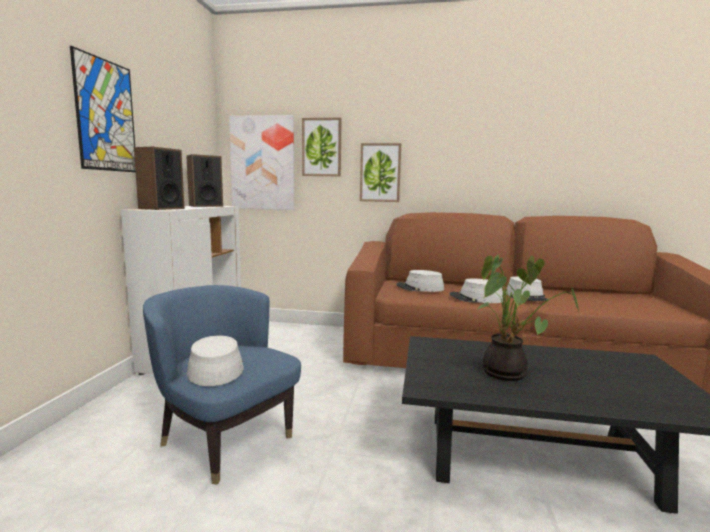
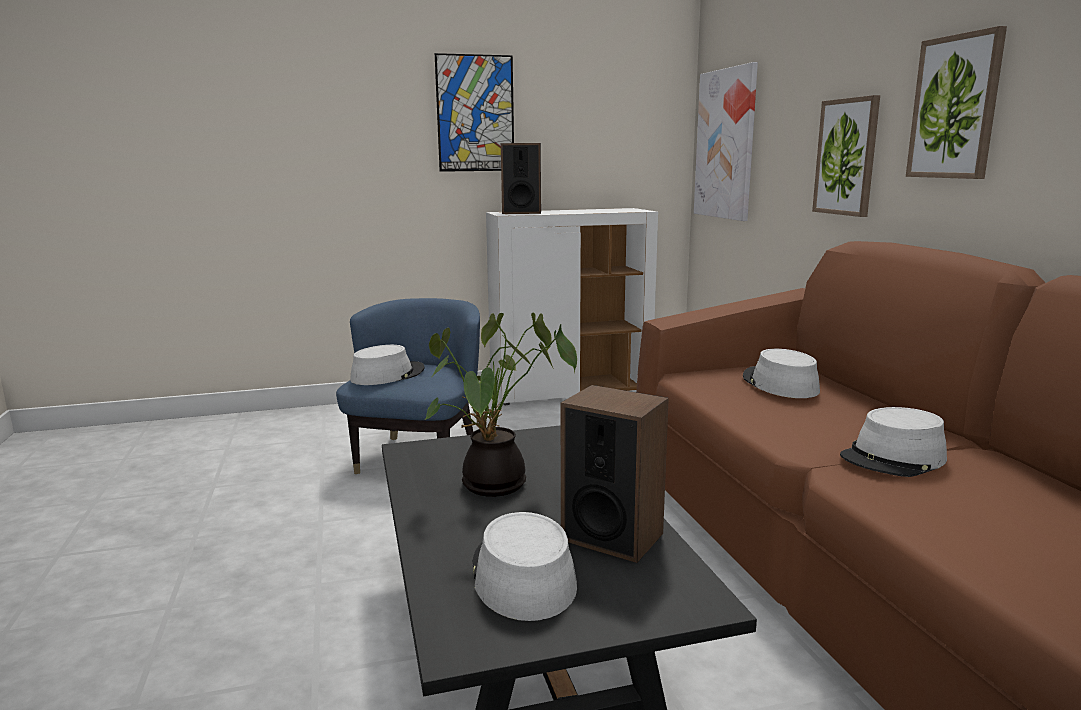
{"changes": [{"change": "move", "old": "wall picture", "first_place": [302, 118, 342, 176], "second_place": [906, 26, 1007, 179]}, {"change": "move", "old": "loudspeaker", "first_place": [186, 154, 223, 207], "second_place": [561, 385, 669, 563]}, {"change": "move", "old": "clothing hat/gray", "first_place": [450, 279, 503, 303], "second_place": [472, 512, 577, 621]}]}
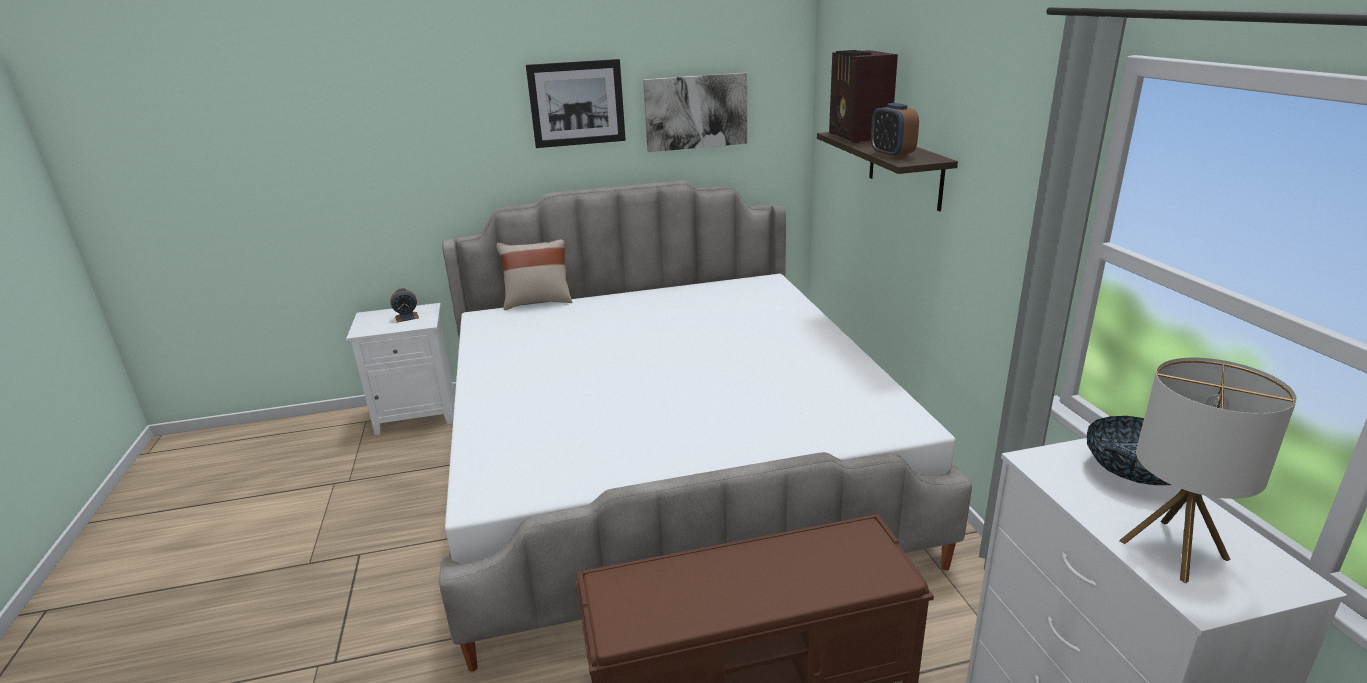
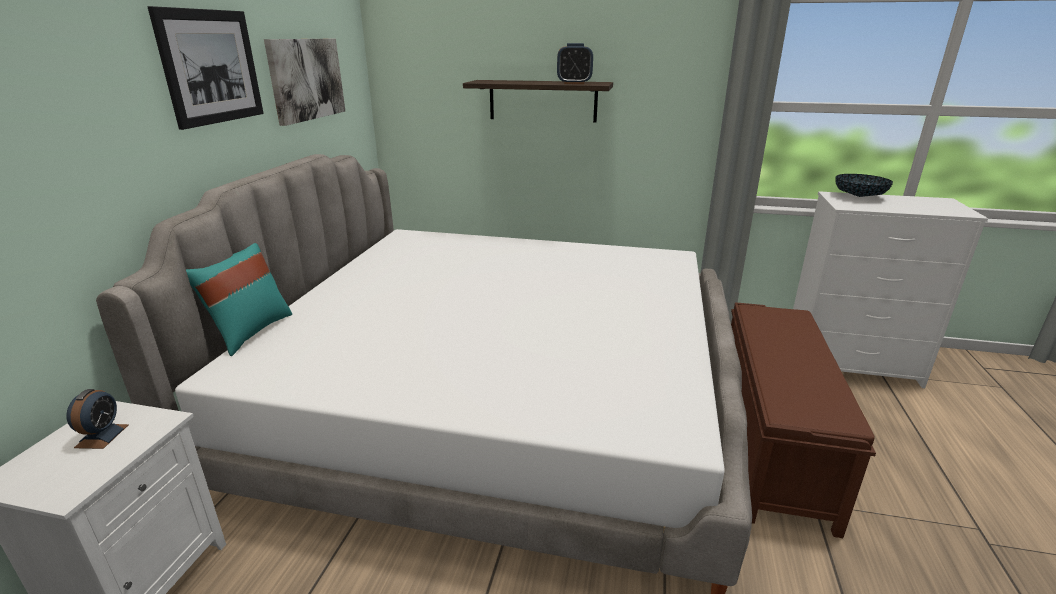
{"changes": [{"change": "delete", "old": "radio", "first_place": [829, 50, 898, 143]}, {"change": "recolor", "old": "cushion/sand-coloured", "new": "cushion/turquoise-coloured", "first_place": [496, 240, 572, 310], "second_place": [186, 243, 292, 356]}, {"change": "delete", "old": "table lamp", "first_place": [1119, 357, 1297, 583]}]}
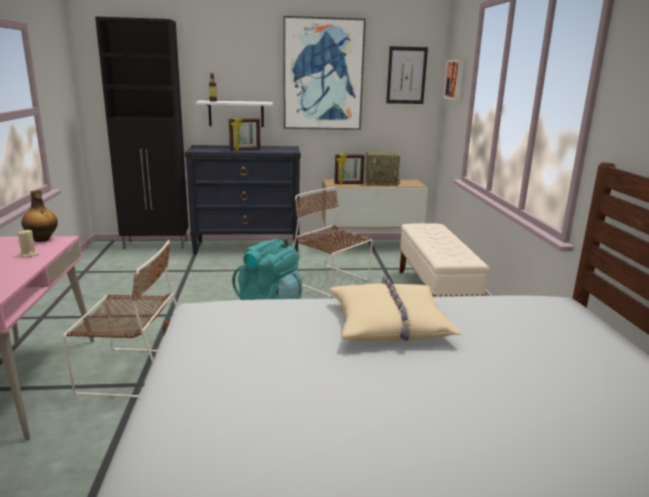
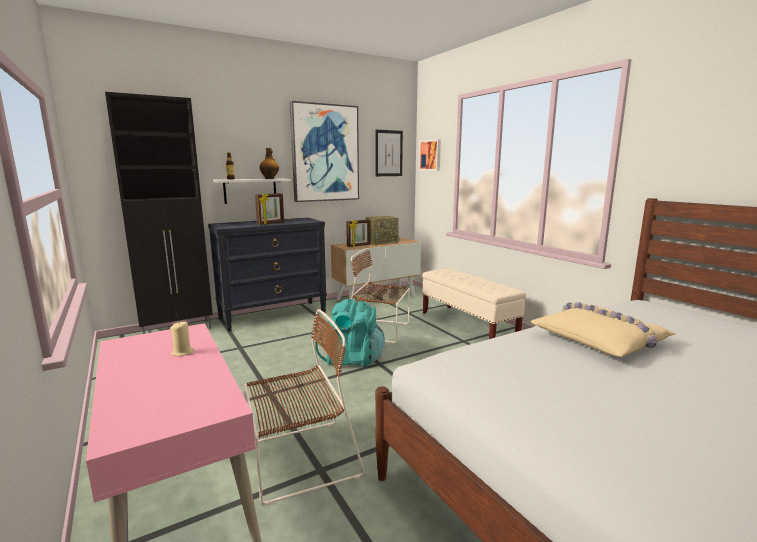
{"changes": [{"change": "move", "old": "beverage bottle", "first_place": [22, 190, 58, 242], "second_place": [260, 148, 279, 179]}]}
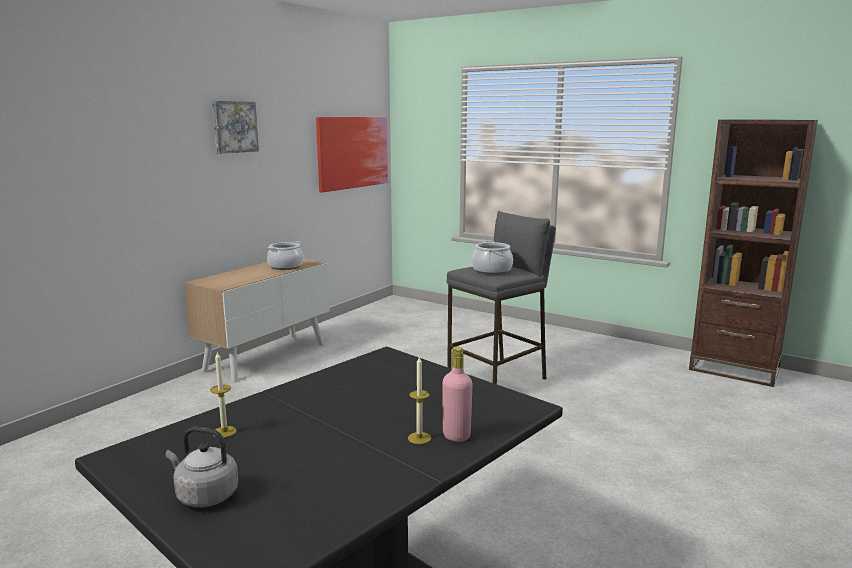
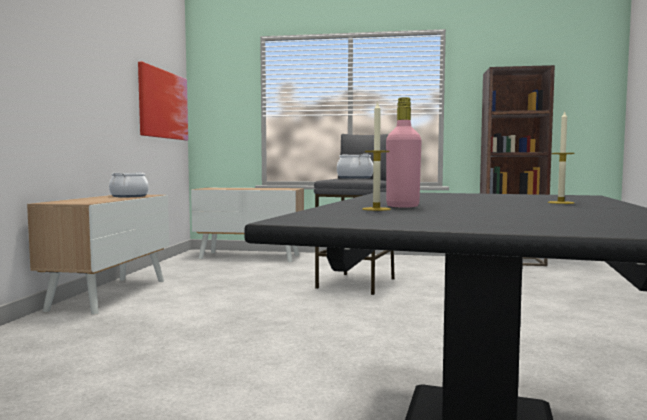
{"changes": [{"change": "delete", "old": "wall picture", "first_place": [212, 101, 259, 154]}, {"change": "move", "old": "beverage bottle/pink-coloured", "first_place": [442, 347, 473, 442], "second_place": [386, 97, 421, 207]}, {"change": "delete", "old": "tea kettle/gray", "first_place": [166, 427, 238, 507]}, {"change": "insert", "new": "cupboard", "second_place": [191, 188, 304, 262]}]}
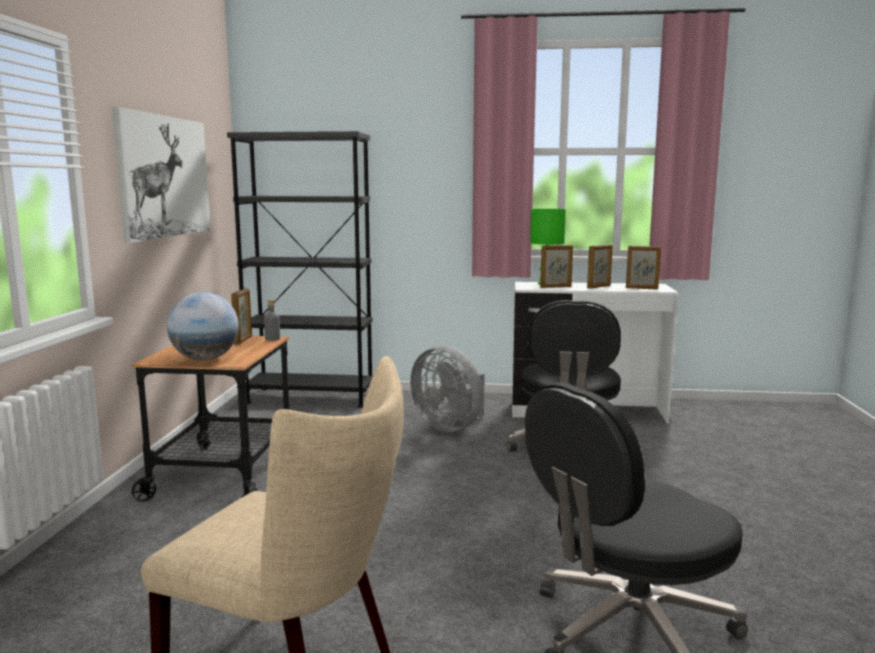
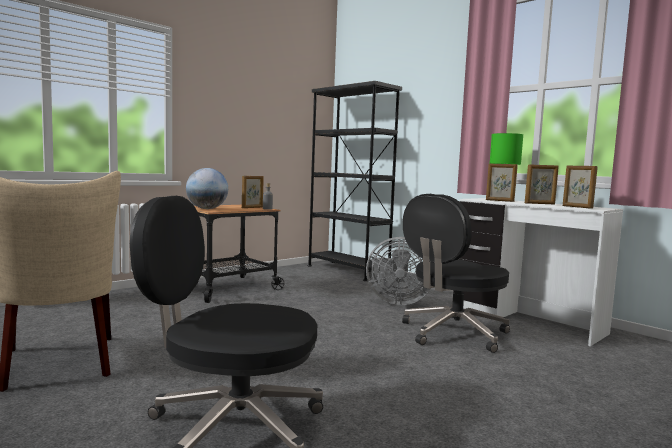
{"changes": [{"change": "delete", "old": "wall picture", "first_place": [112, 107, 211, 243]}, {"change": "rotate", "old": "electric fan/gray", "first_place": [410, 346, 485, 432], "second_place": [366, 237, 431, 305], "degrees": -75}]}
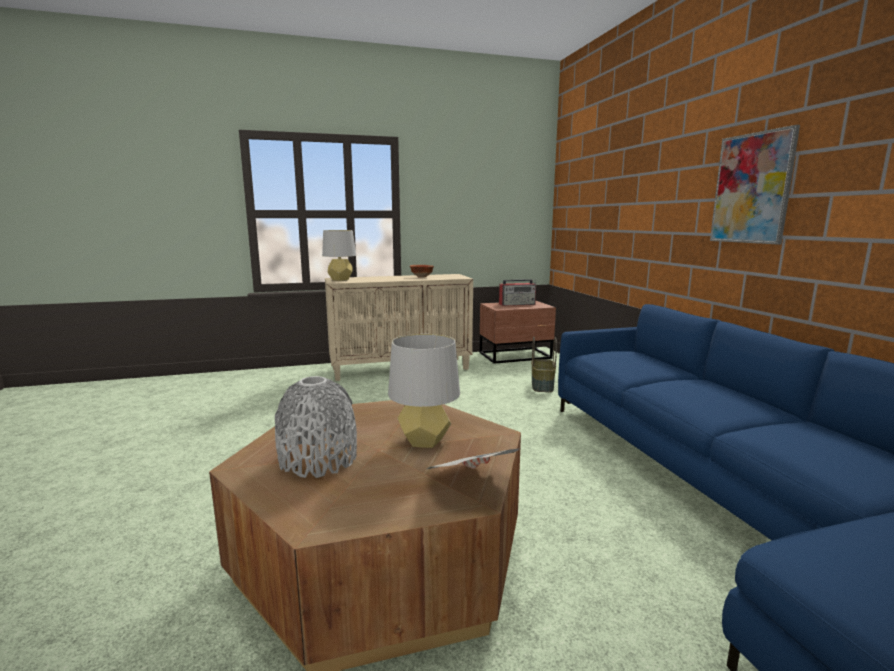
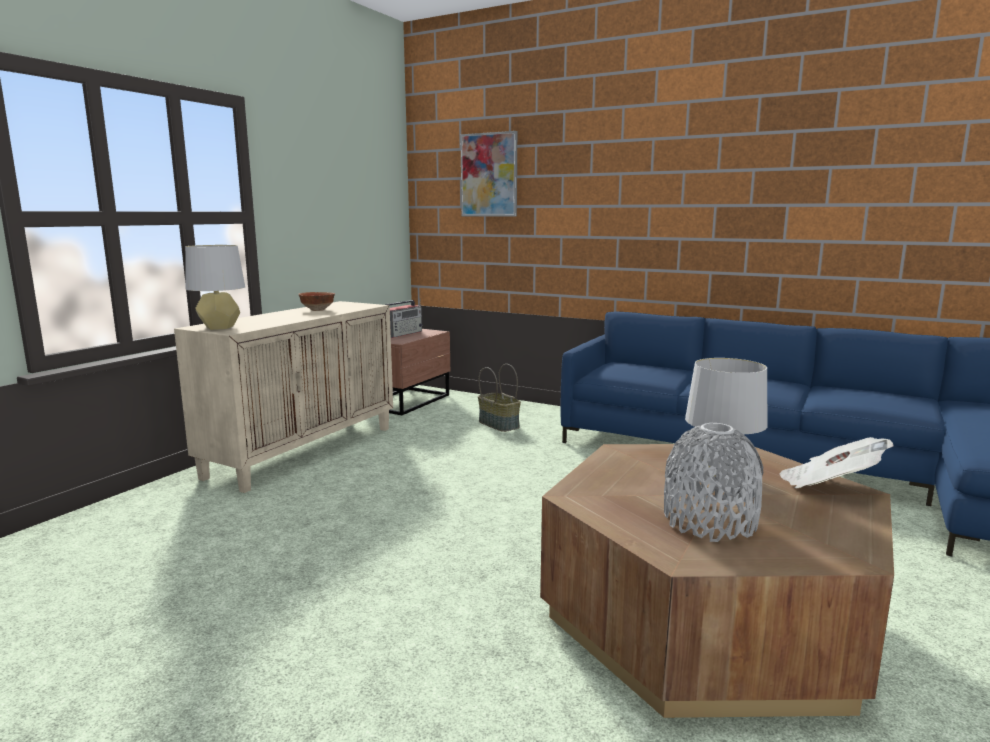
{"changes": [{"change": "move", "old": "wall picture", "first_place": [710, 125, 800, 244], "second_place": [461, 131, 517, 217]}]}
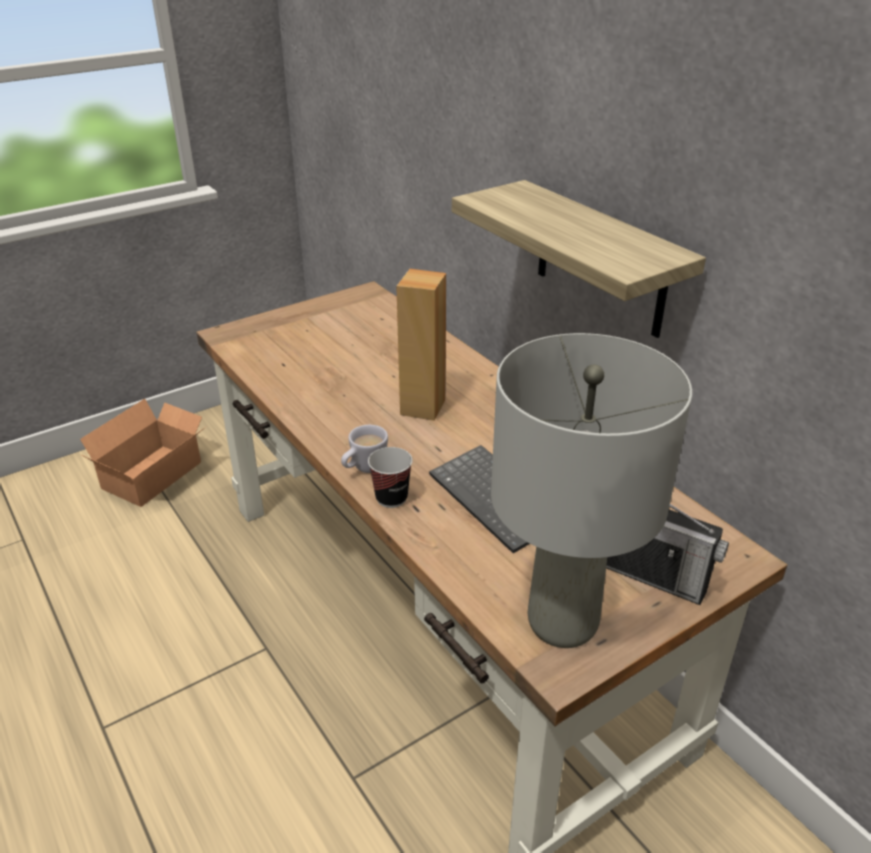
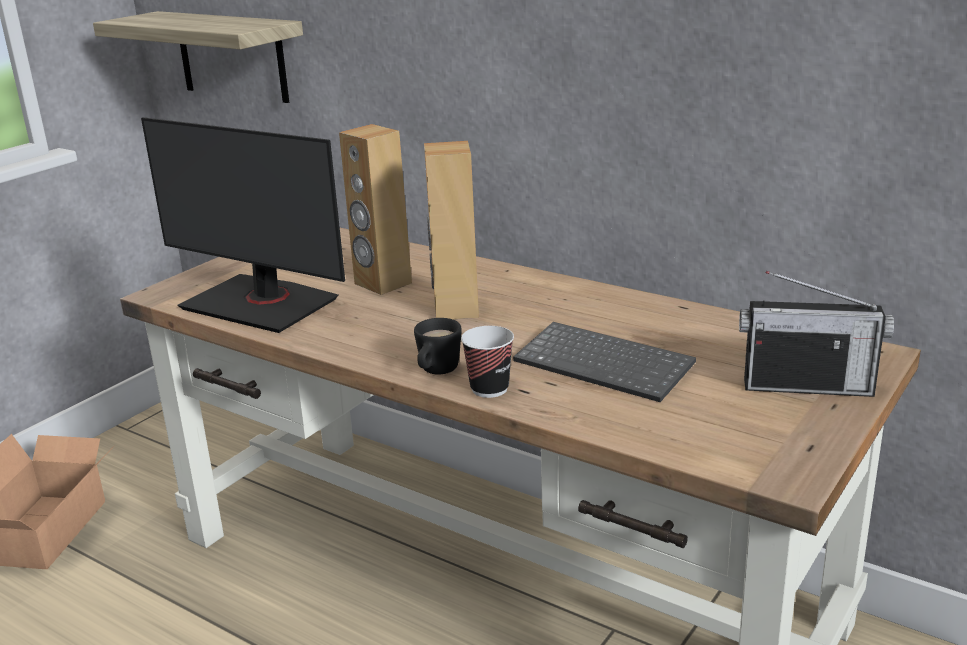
{"changes": [{"change": "move", "old": "shelf", "first_place": [452, 180, 706, 338], "second_place": [93, 11, 303, 103]}, {"change": "delete", "old": "table lamp/gray", "first_place": [491, 333, 692, 648]}, {"change": "recolor", "old": "mug/whitish", "new": "mug/blackish", "first_place": [341, 425, 388, 473], "second_place": [414, 318, 462, 374]}, {"change": "insert", "new": "monitor", "second_place": [141, 117, 345, 333]}, {"change": "insert", "new": "loudspeaker/brownish", "second_place": [339, 124, 412, 295]}]}
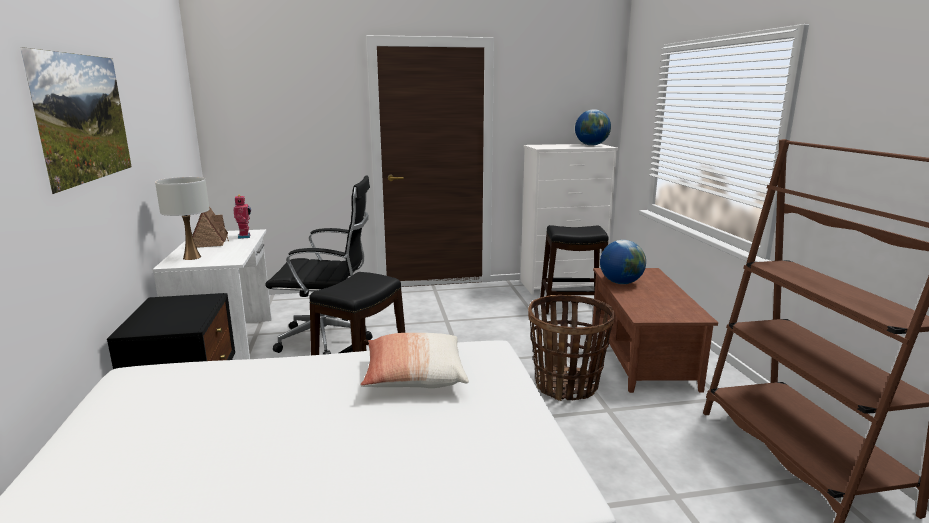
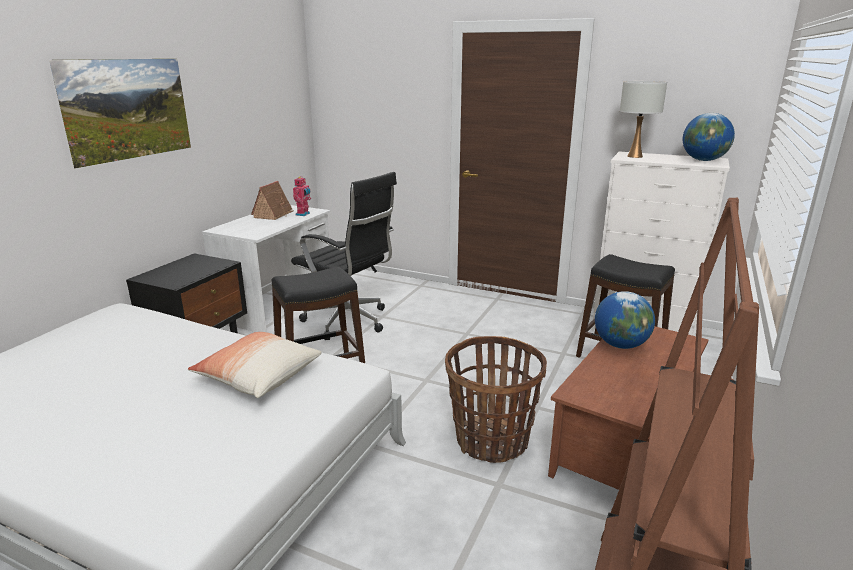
{"changes": [{"change": "move", "old": "table lamp/whitish", "first_place": [155, 177, 209, 260], "second_place": [620, 81, 667, 158]}]}
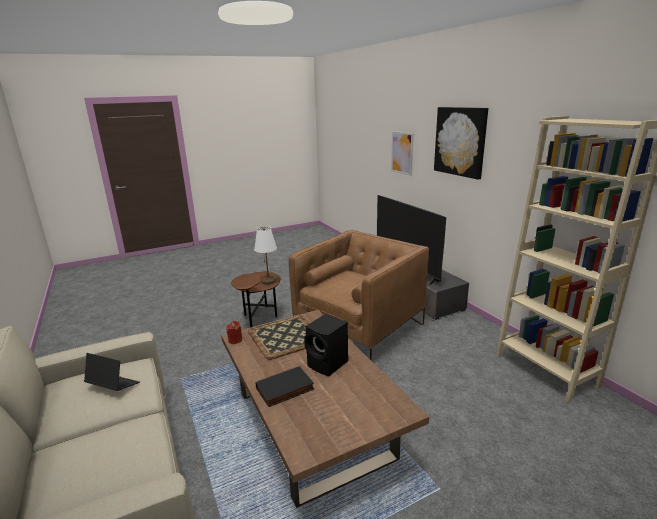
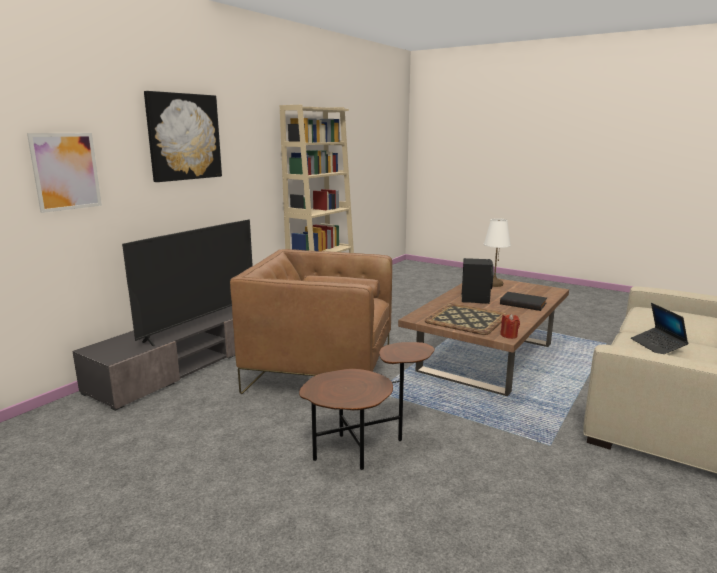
{"changes": [{"change": "move", "old": "table lamp/whitish", "first_place": [254, 226, 277, 285], "second_place": [484, 218, 511, 287]}]}
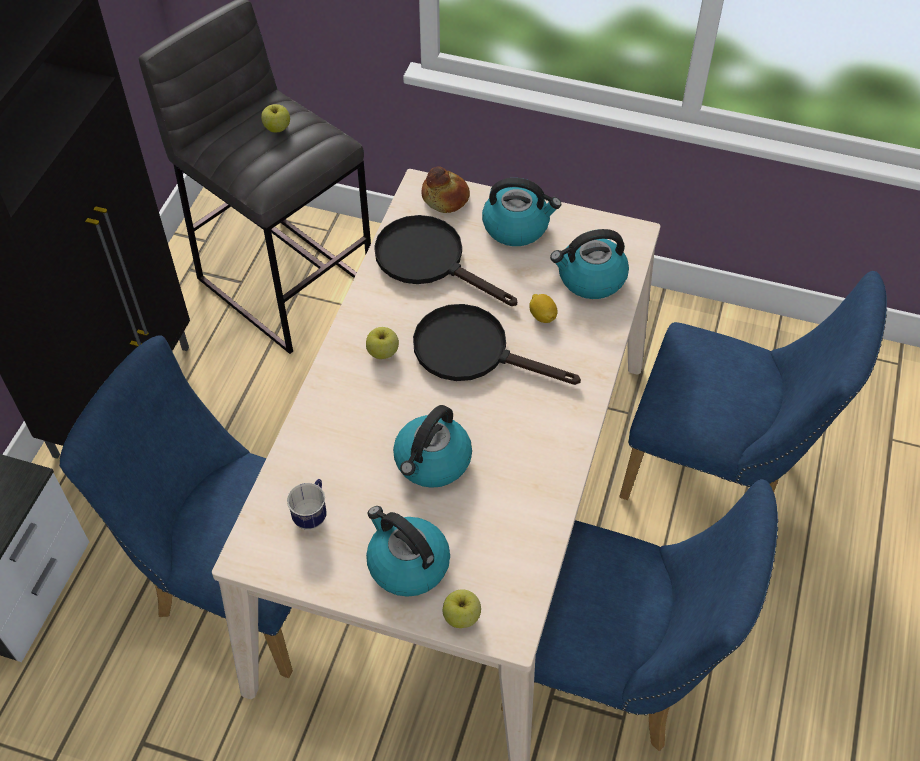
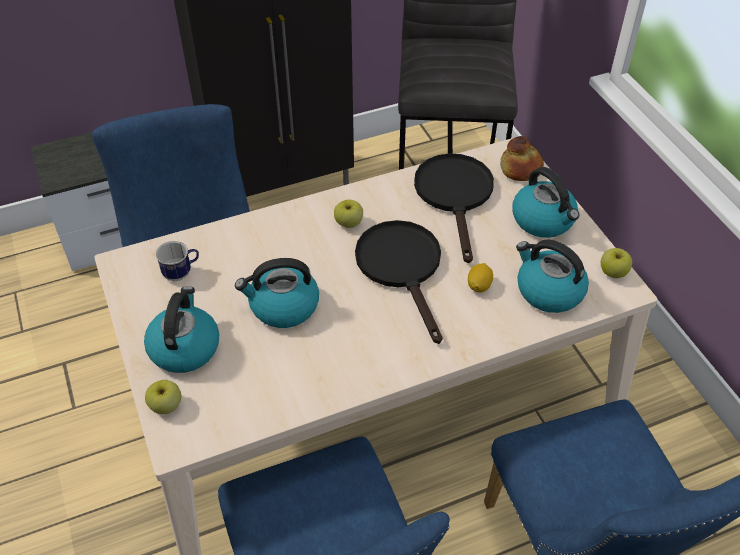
{"changes": [{"change": "move", "old": "apple", "first_place": [261, 104, 290, 133], "second_place": [601, 248, 632, 278]}]}
